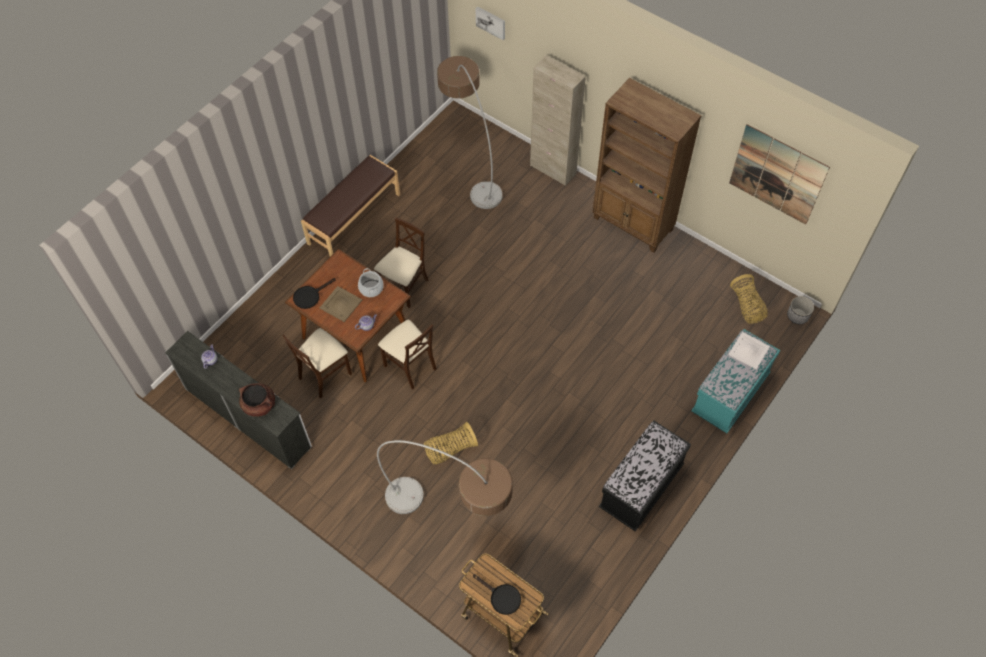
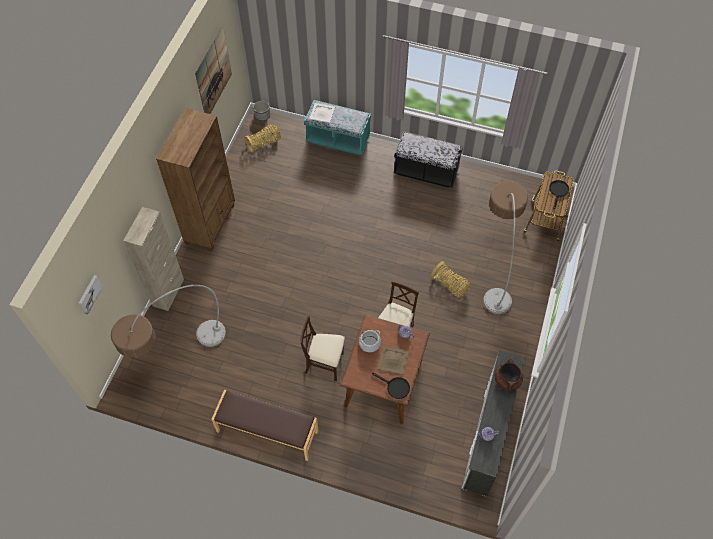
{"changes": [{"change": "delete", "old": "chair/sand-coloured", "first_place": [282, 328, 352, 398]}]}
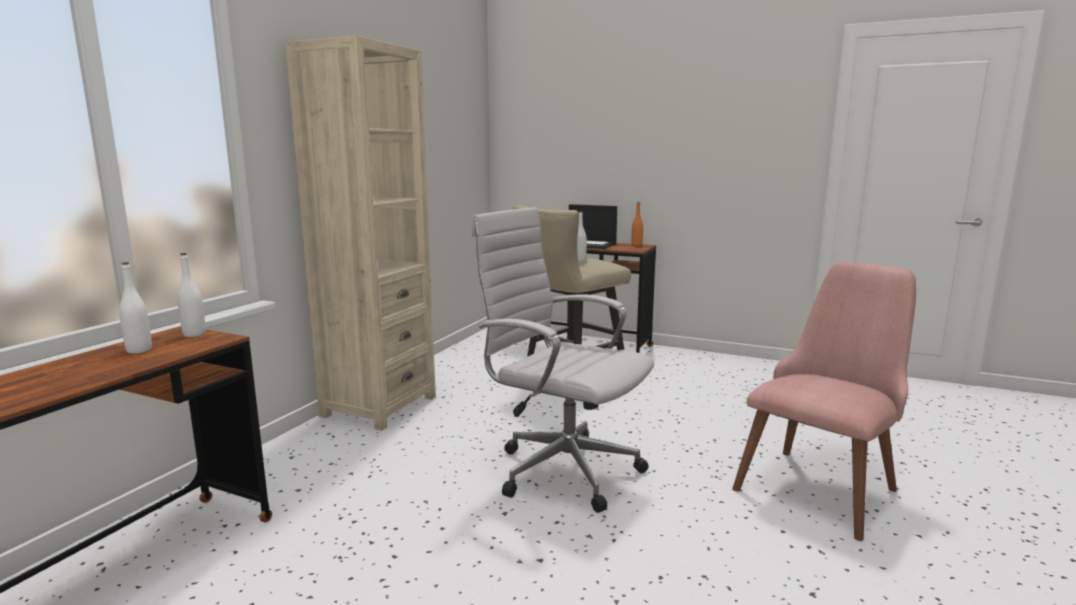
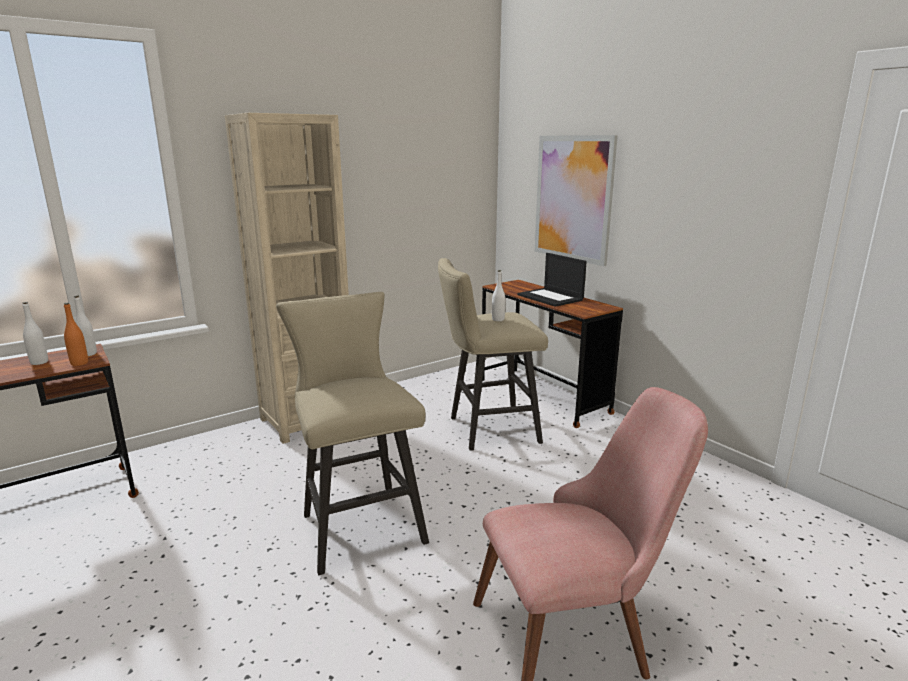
{"changes": [{"change": "move", "old": "beverage bottle/orange", "first_place": [632, 202, 643, 246], "second_place": [64, 303, 88, 366]}, {"change": "replace", "old": "computer chair/whitish", "new": "stool seat/sand-coloured", "first_place": [471, 207, 654, 513], "second_place": [276, 292, 429, 575]}, {"change": "insert", "new": "wall picture", "second_place": [535, 135, 618, 266]}]}
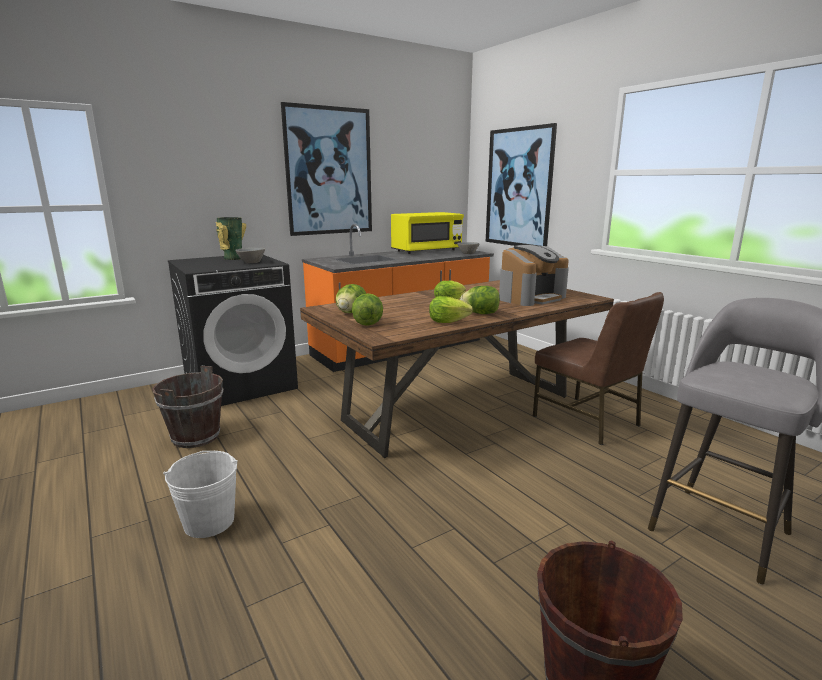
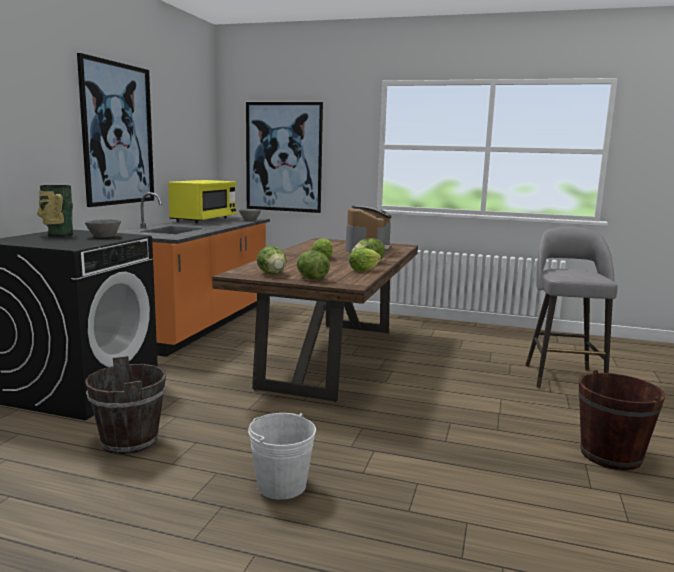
{"changes": [{"change": "delete", "old": "chair/brownish", "first_place": [533, 292, 664, 445]}]}
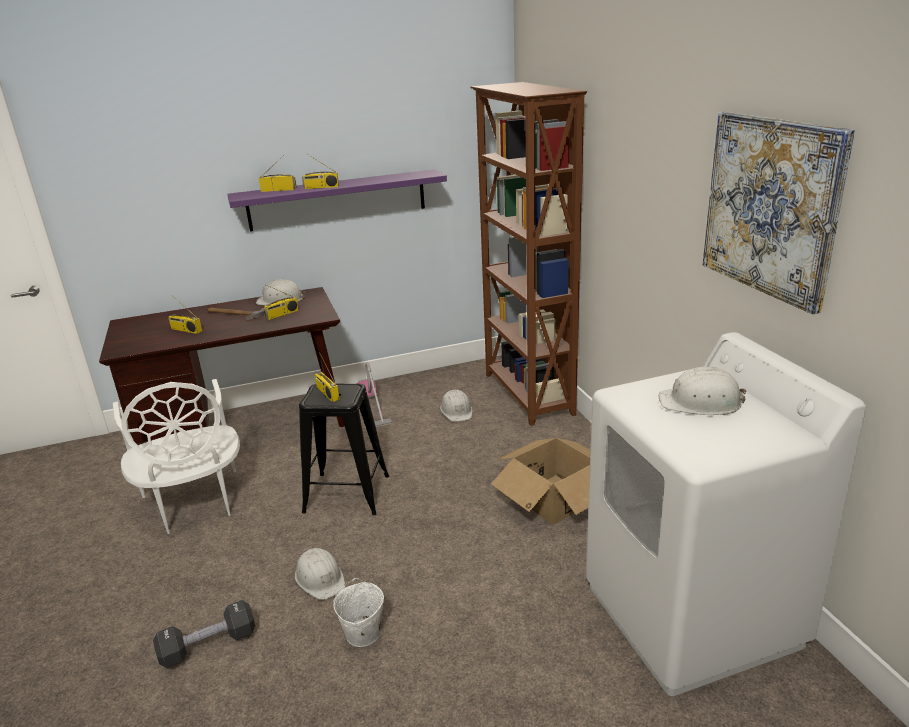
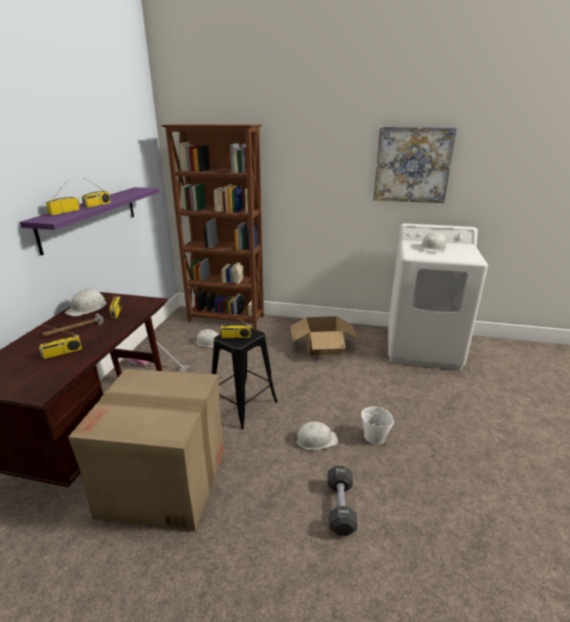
{"changes": [{"change": "replace", "old": "chair/whitish", "new": "cardboard box", "first_place": [113, 379, 240, 534], "second_place": [68, 369, 225, 532]}]}
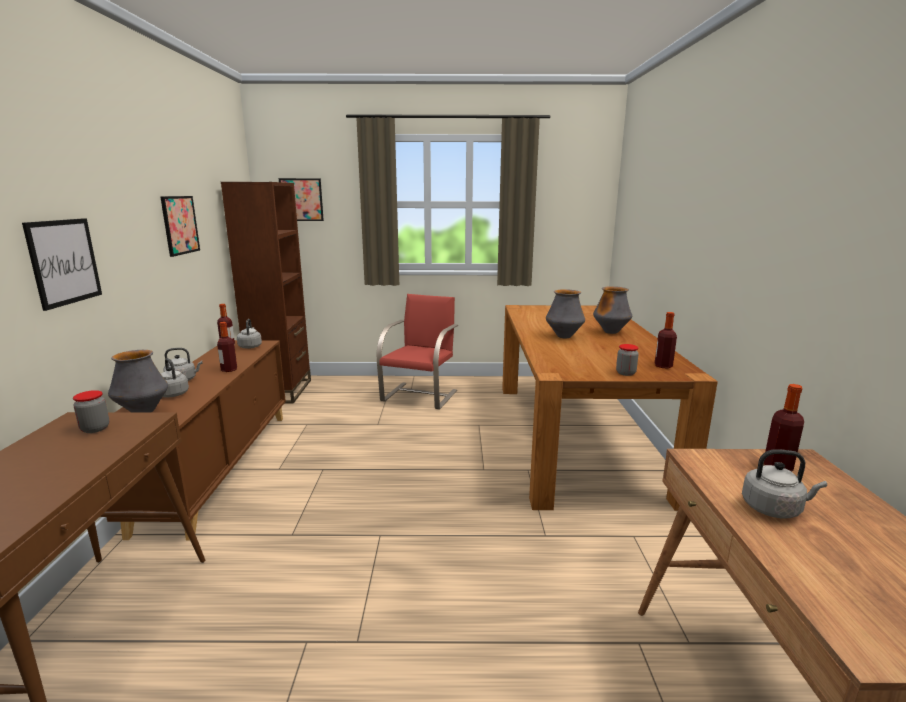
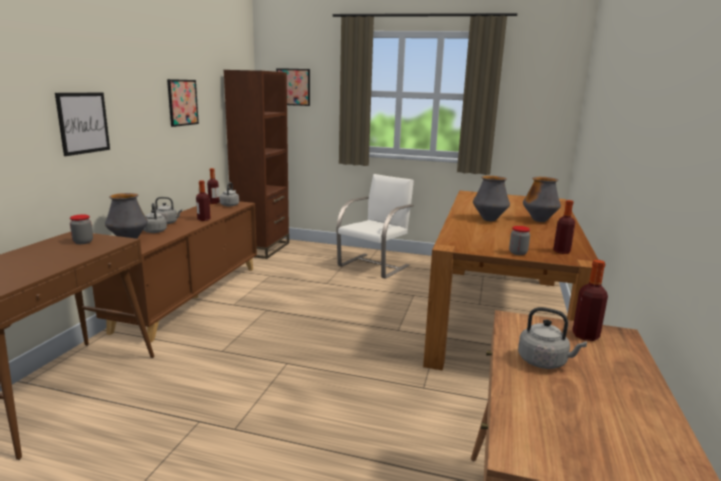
{"changes": [{"change": "recolor", "old": "chair/red", "new": "chair/whitish", "first_place": [376, 294, 458, 410], "second_place": [337, 174, 414, 279]}]}
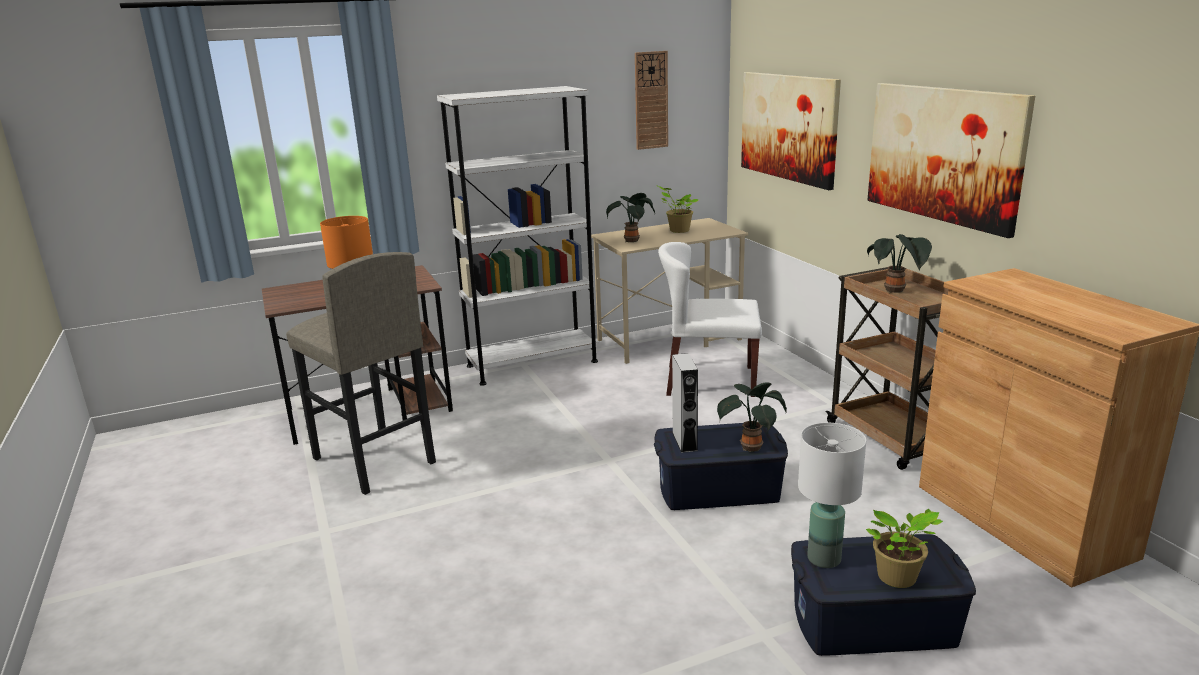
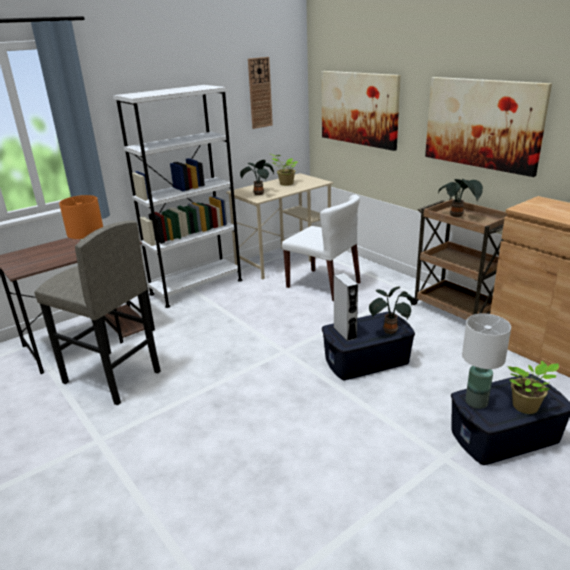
{"changes": [{"change": "rotate", "old": "chair/whitish", "first_place": [658, 242, 762, 397], "second_place": [282, 195, 360, 302], "degrees": -135}]}
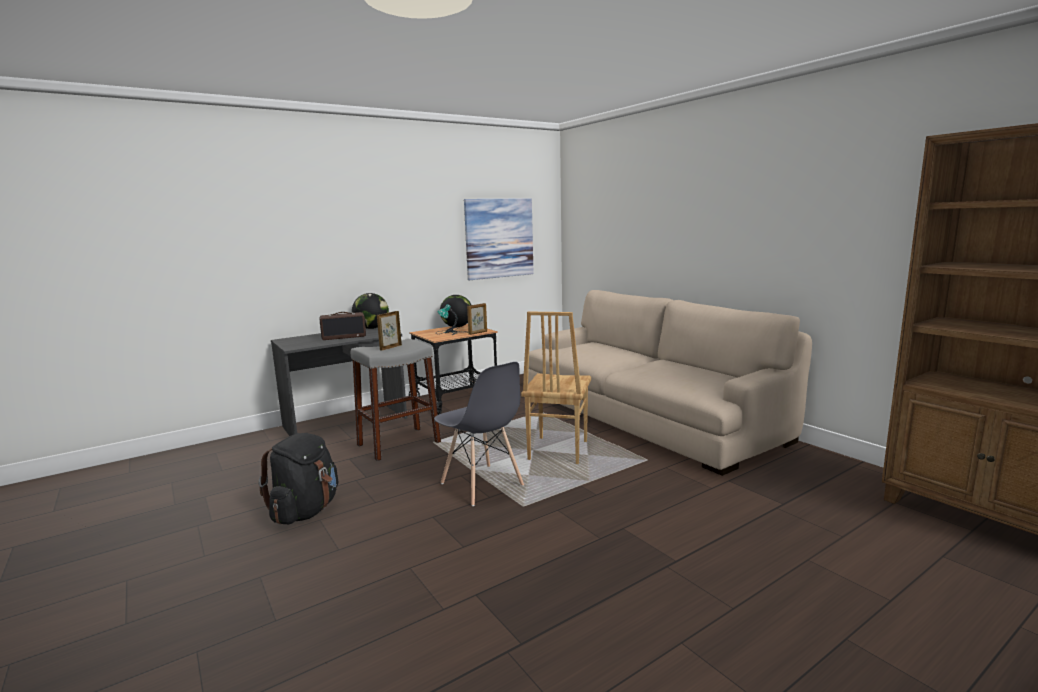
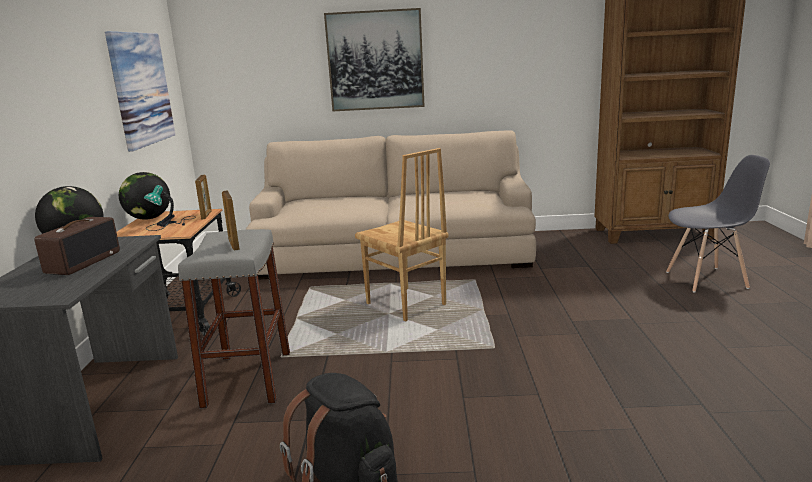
{"changes": [{"change": "move", "old": "chair/gray", "first_place": [434, 362, 524, 506], "second_place": [666, 155, 770, 293]}, {"change": "insert", "new": "wall picture", "second_place": [324, 8, 425, 111]}]}
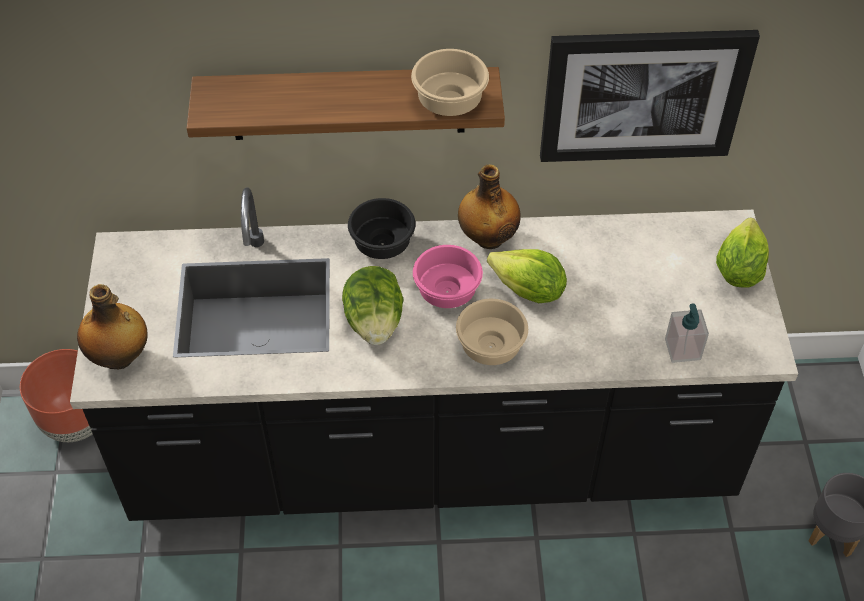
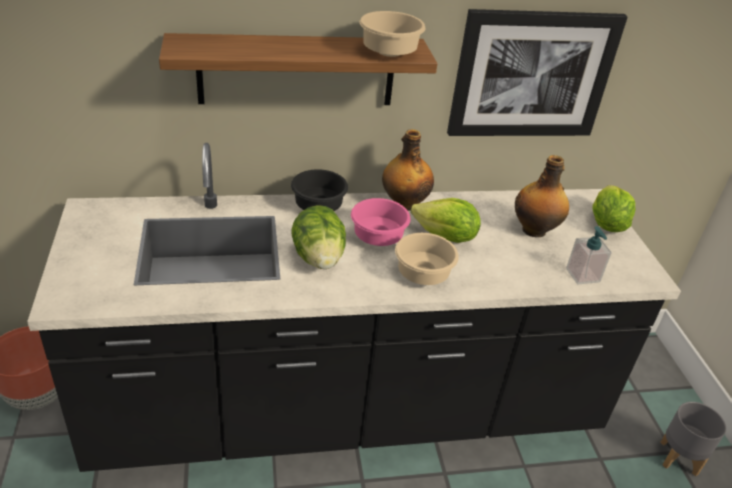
{"changes": [{"change": "move", "old": "beverage bottle", "first_place": [77, 284, 148, 369], "second_place": [515, 155, 569, 237]}]}
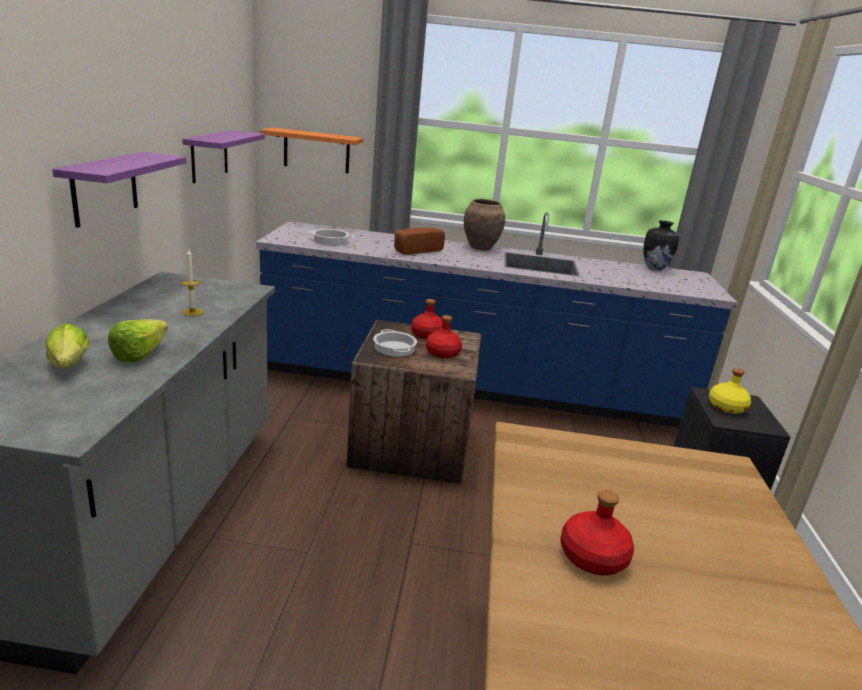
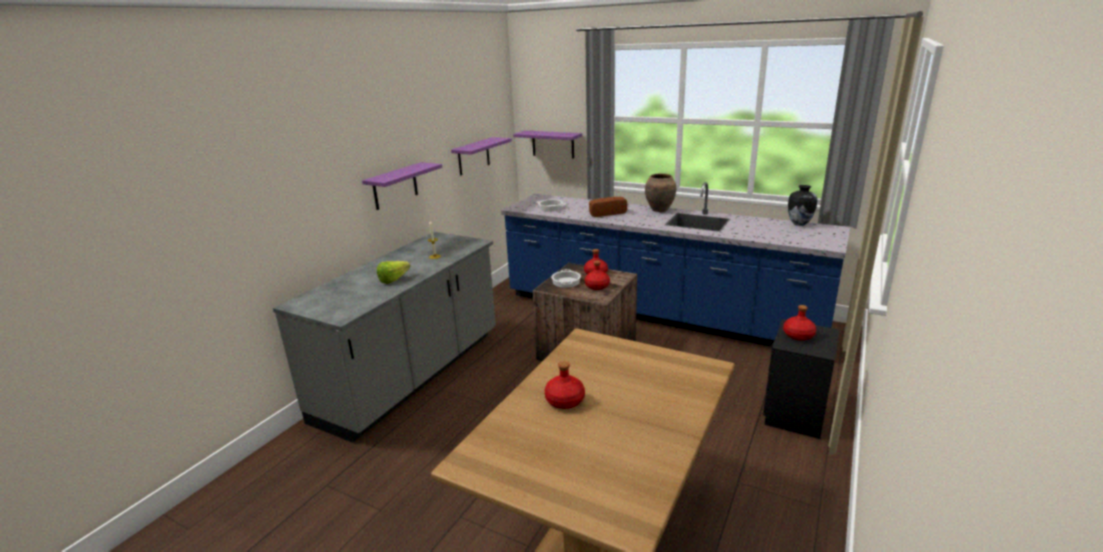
{"changes": [{"change": "recolor", "old": "shelf/orange", "new": "shelf/purple-coloured", "first_place": [260, 127, 364, 173], "second_place": [513, 130, 582, 159]}, {"change": "delete", "old": "lettuce head", "first_place": [46, 323, 90, 369]}, {"change": "recolor", "old": "beverage bottle/yellow-coloured", "new": "beverage bottle/red", "first_place": [709, 368, 751, 414], "second_place": [783, 305, 816, 340]}]}
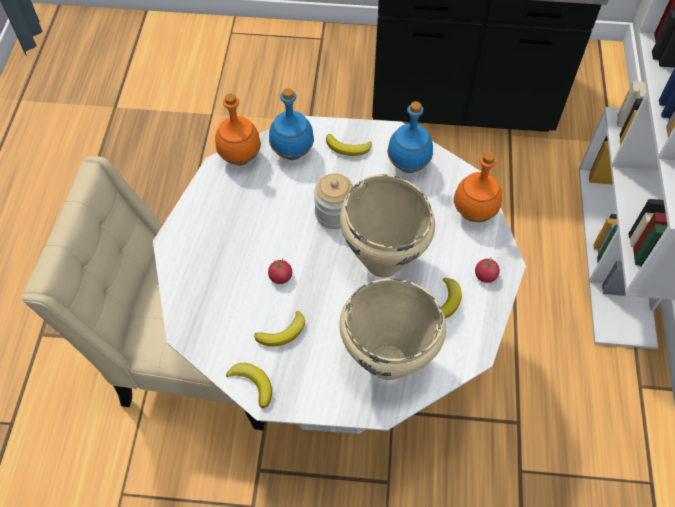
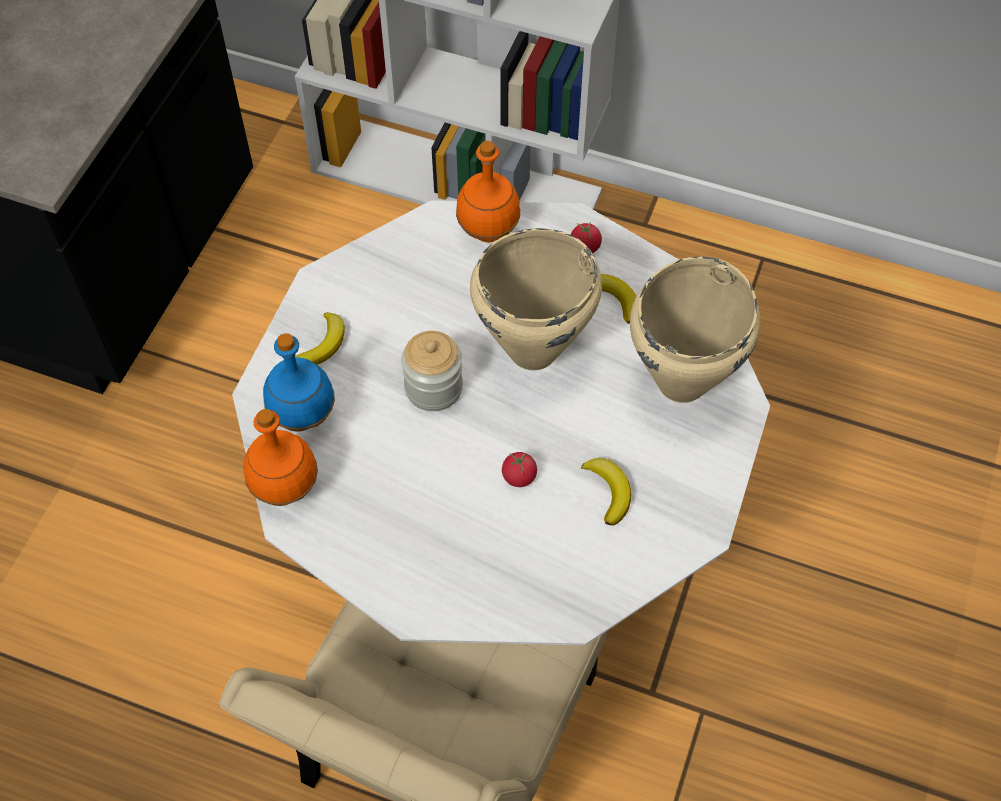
{"changes": [{"change": "delete", "old": "beverage bottle/blue-coloured", "first_place": [387, 101, 433, 173]}, {"change": "delete", "old": "whole banana", "first_place": [226, 363, 272, 408]}]}
